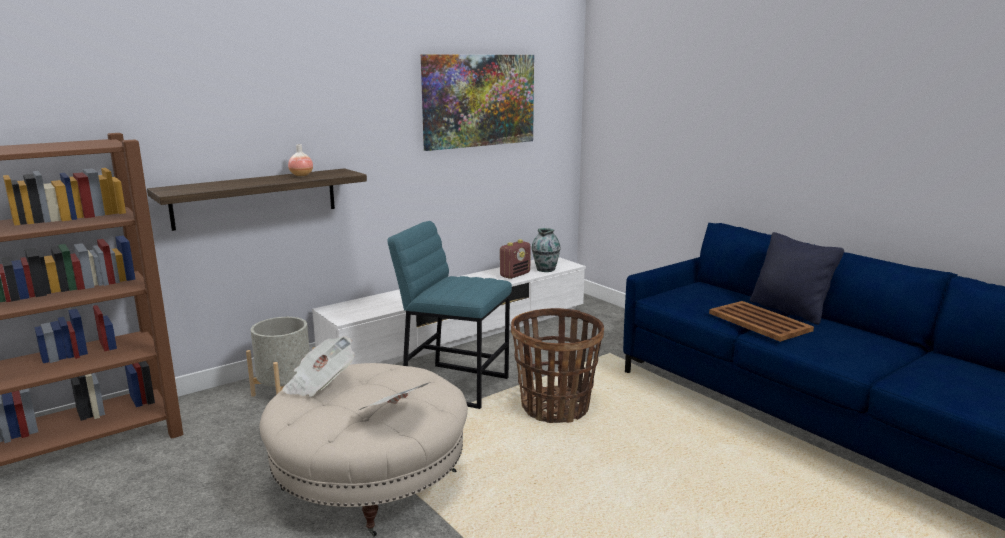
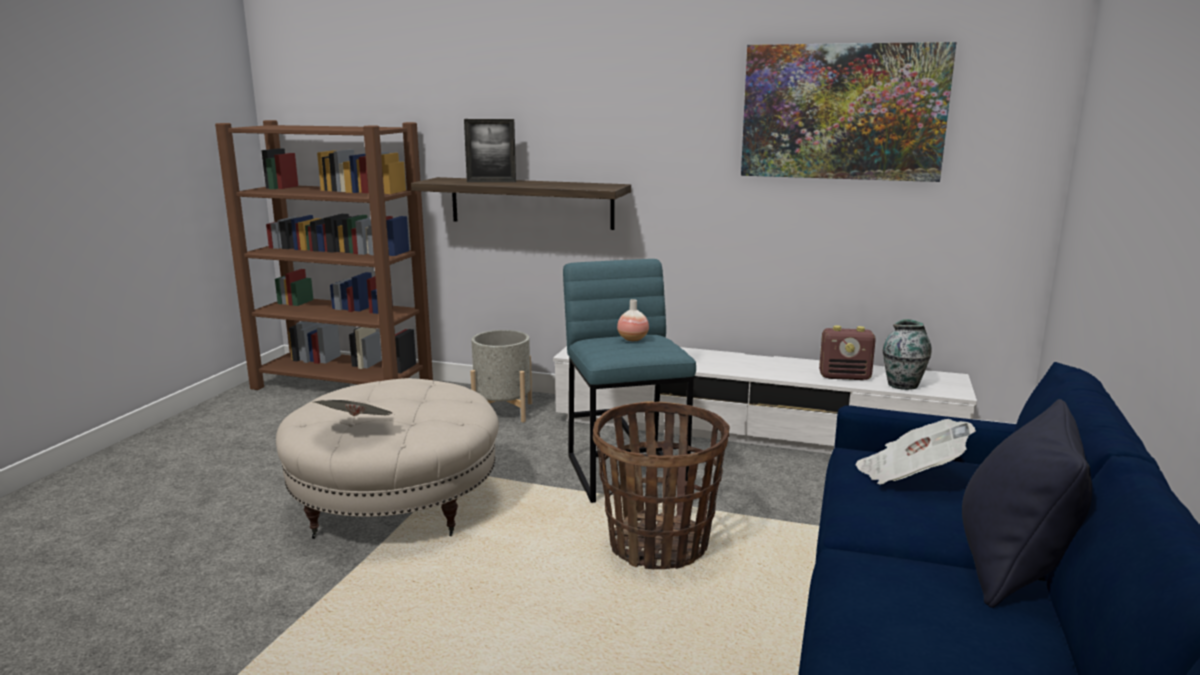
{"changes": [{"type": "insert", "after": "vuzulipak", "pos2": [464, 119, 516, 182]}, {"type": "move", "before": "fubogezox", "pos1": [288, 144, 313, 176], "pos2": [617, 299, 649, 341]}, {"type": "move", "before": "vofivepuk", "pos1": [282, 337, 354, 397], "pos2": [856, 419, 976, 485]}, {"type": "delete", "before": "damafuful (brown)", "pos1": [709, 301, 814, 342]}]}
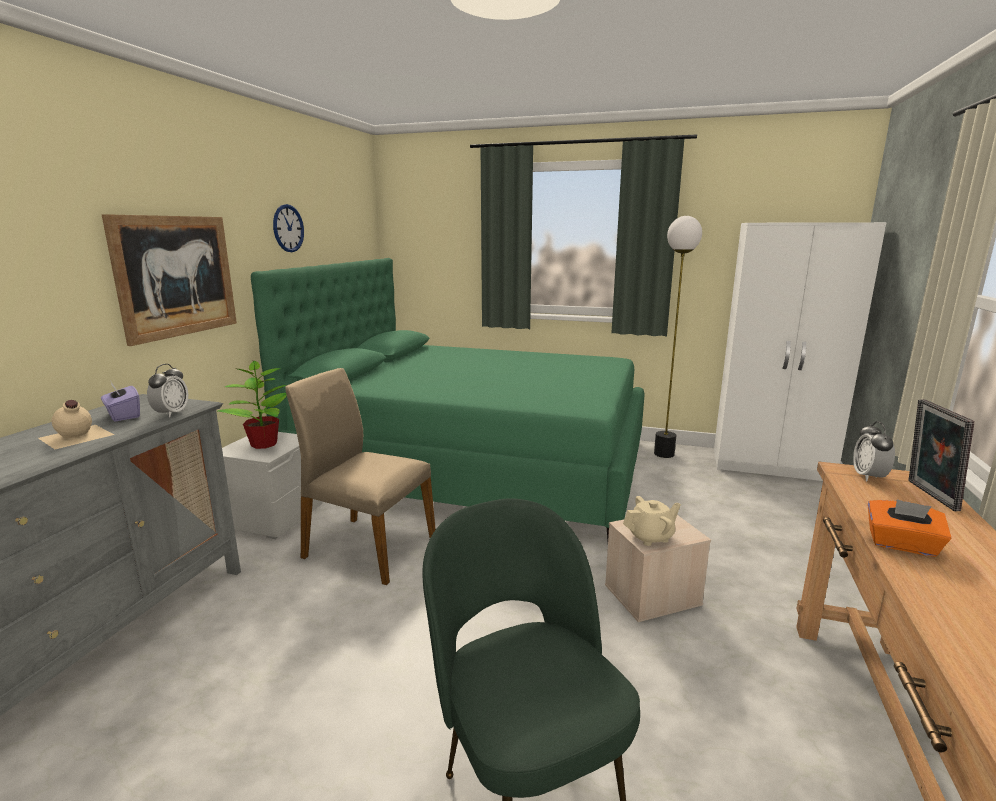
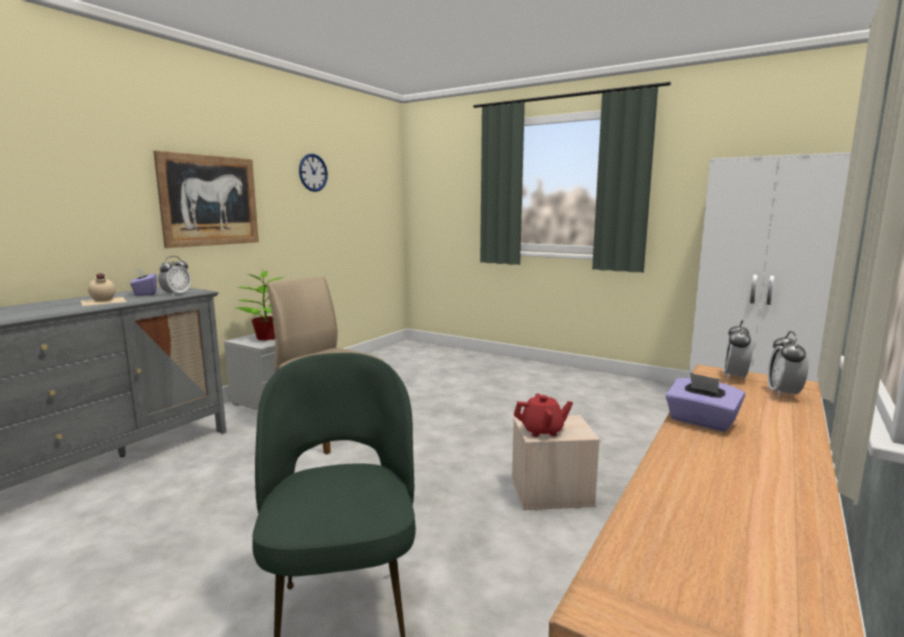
{"changes": [{"type": "recolor", "before": "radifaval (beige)", "after": "radifaval (red)", "pos1": [623, 496, 681, 546], "pos2": [514, 393, 573, 437]}, {"type": "recolor", "before": "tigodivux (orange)", "after": "tigodivux (purple)", "pos1": [868, 500, 951, 557], "pos2": [666, 372, 745, 432]}, {"type": "replace", "before": "vuzulipak", "after": "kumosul", "pos1": [908, 399, 974, 511], "pos2": [768, 331, 808, 398]}, {"type": "delete", "before": "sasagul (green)", "pos1": [251, 258, 645, 541]}, {"type": "delete", "before": "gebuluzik", "pos1": [654, 216, 702, 458]}]}
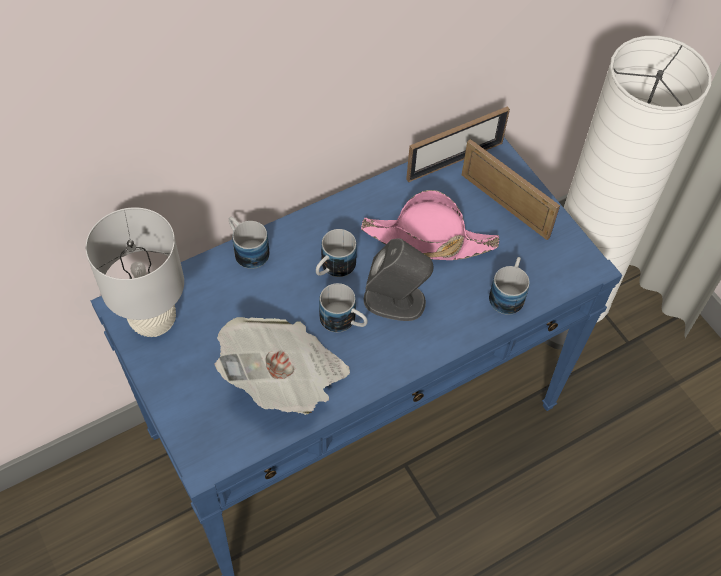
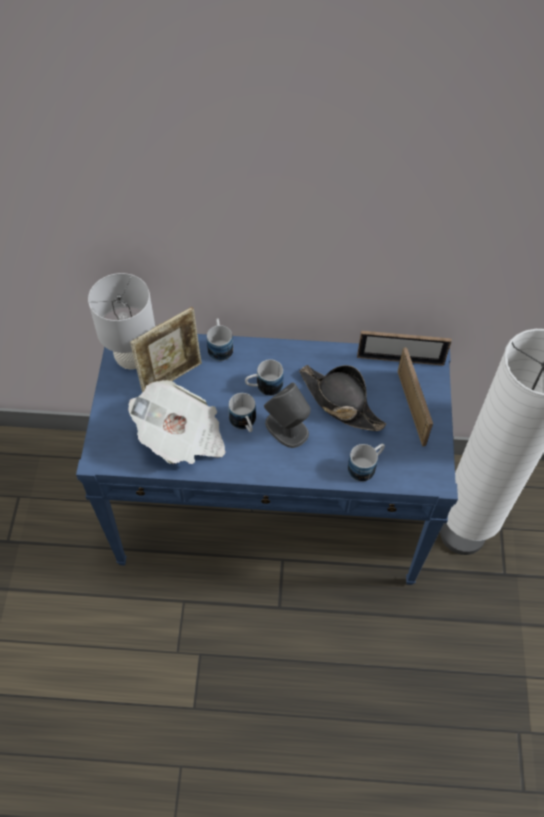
{"changes": [{"type": "insert", "after": "vuzulipak", "pos2": [130, 307, 202, 392]}, {"type": "recolor", "before": "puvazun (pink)", "after": "puvazun (black)", "pos1": [361, 190, 499, 260], "pos2": [299, 365, 386, 431]}]}
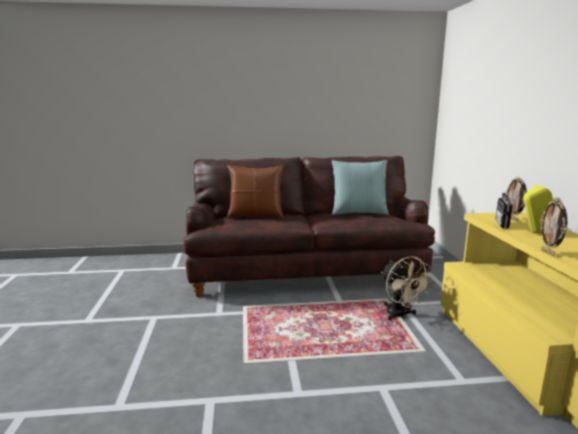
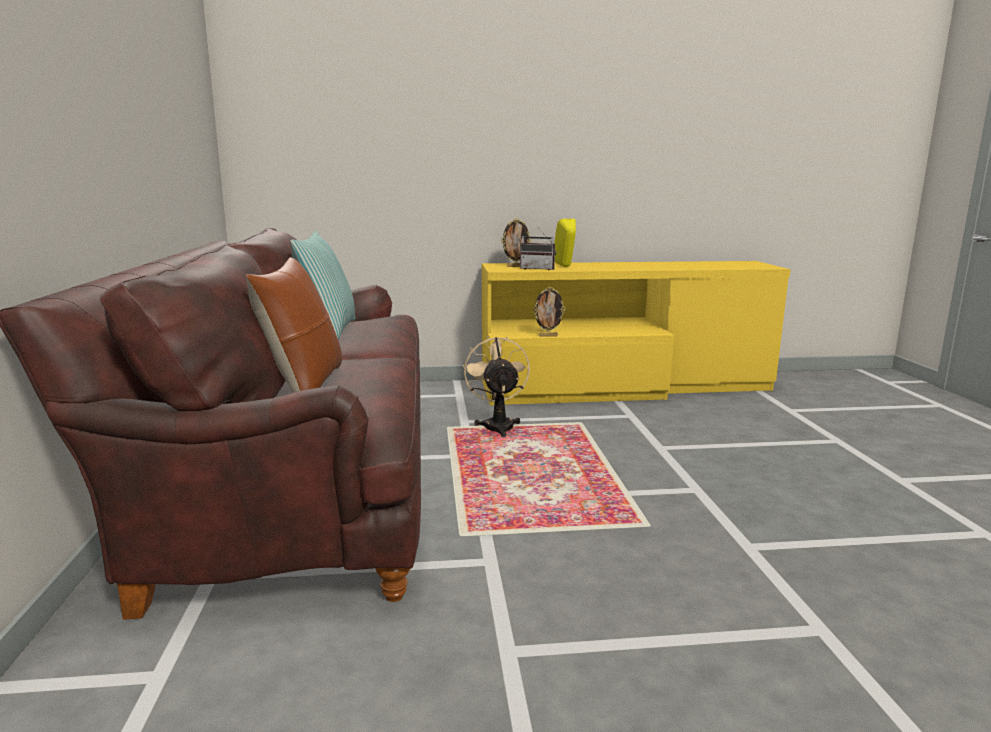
{"changes": [{"type": "rotate", "before": "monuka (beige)", "pos1": [381, 256, 433, 320], "pos2": [463, 336, 530, 437], "turn": -75}, {"type": "move", "before": "vuzulipak", "pos1": [540, 199, 567, 257], "pos2": [533, 287, 566, 337]}]}
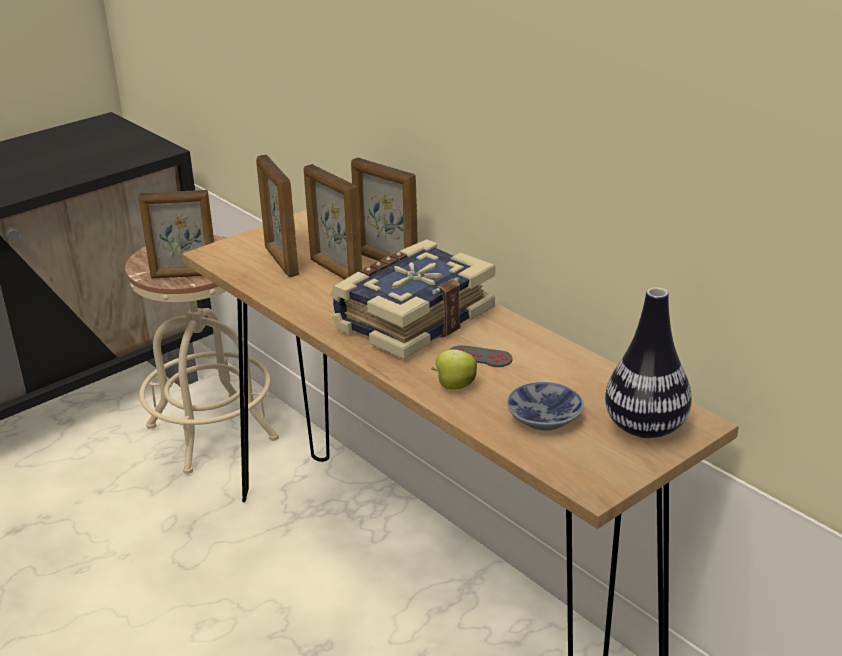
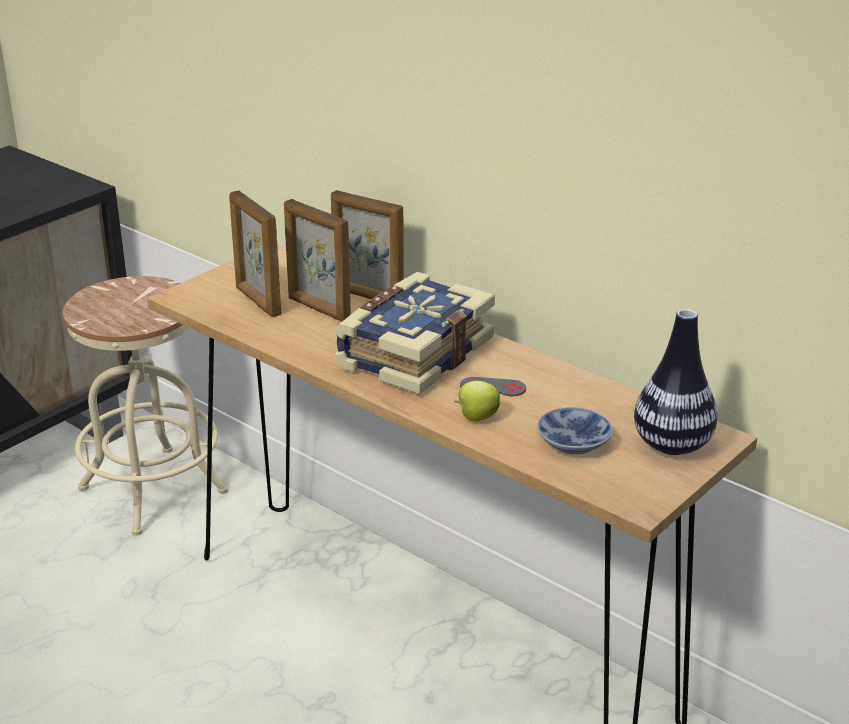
{"changes": [{"type": "delete", "before": "vuzulipak", "pos1": [138, 190, 214, 278]}]}
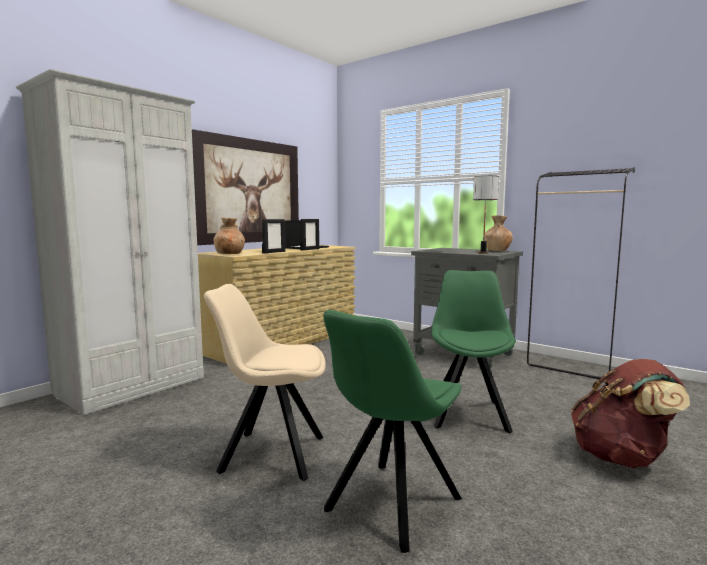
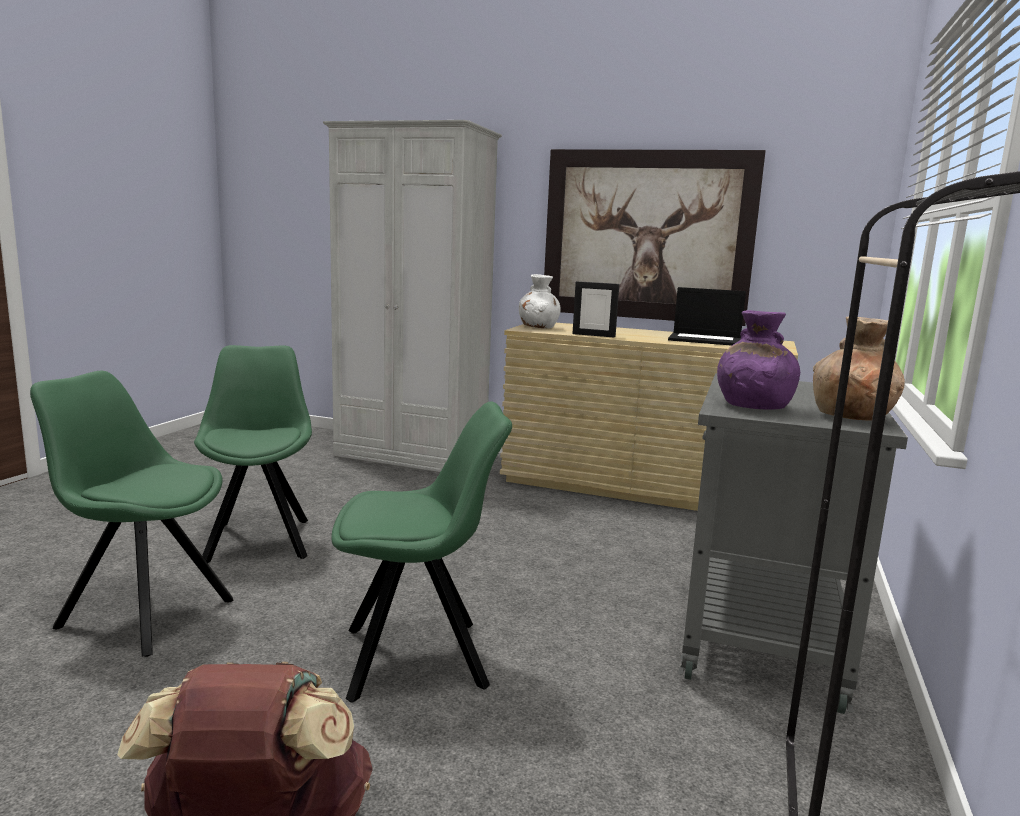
{"changes": [{"type": "recolor", "before": "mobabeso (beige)", "after": "mobabeso (green)", "pos1": [204, 284, 326, 481], "pos2": [194, 345, 312, 563]}, {"type": "recolor", "before": "fubogezox (brown)", "after": "fubogezox (white)", "pos1": [214, 217, 245, 254], "pos2": [519, 274, 561, 329]}, {"type": "replace", "before": "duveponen", "after": "fubogezox (purple)", "pos1": [473, 176, 499, 254], "pos2": [717, 310, 800, 410]}, {"type": "delete", "before": "vuzulipak", "pos1": [300, 219, 319, 251]}]}
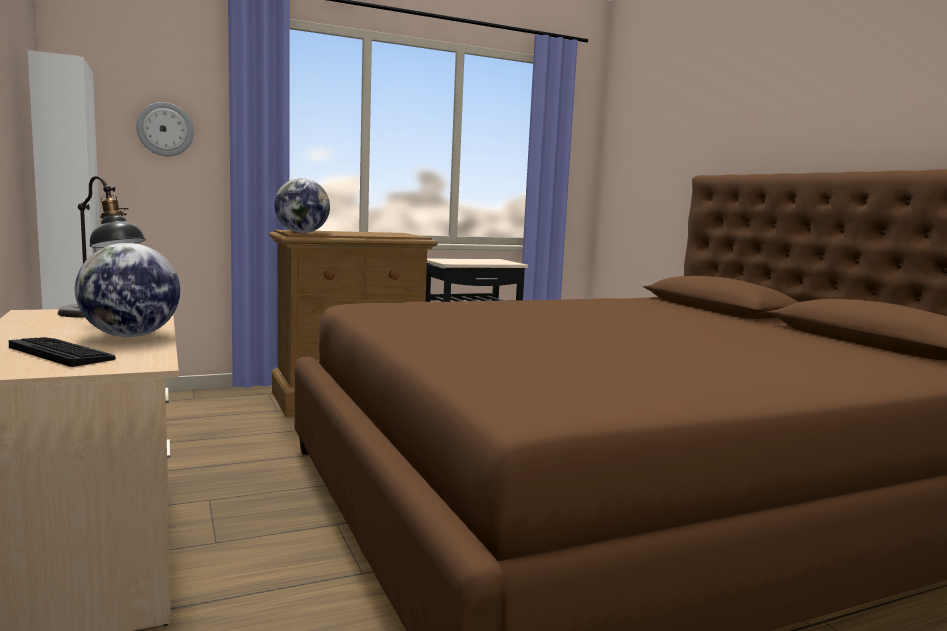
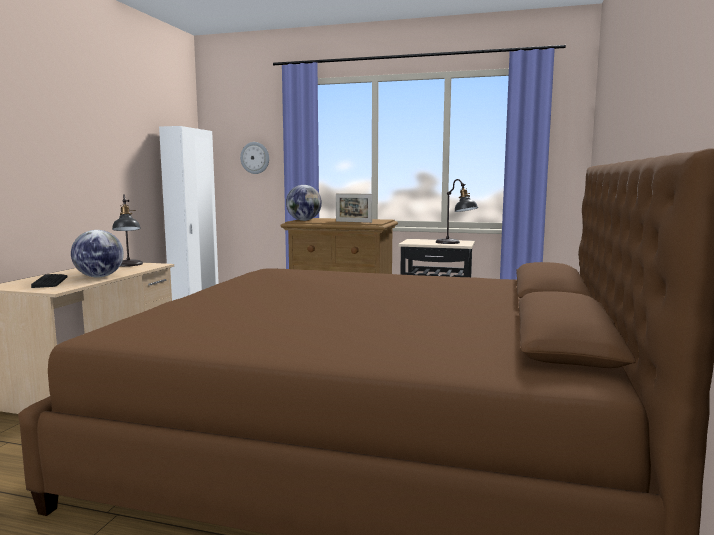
{"changes": [{"type": "insert", "after": "vuzulipak", "pos2": [336, 193, 372, 223]}, {"type": "insert", "after": "duveponen (grey)", "pos2": [436, 179, 478, 244]}]}
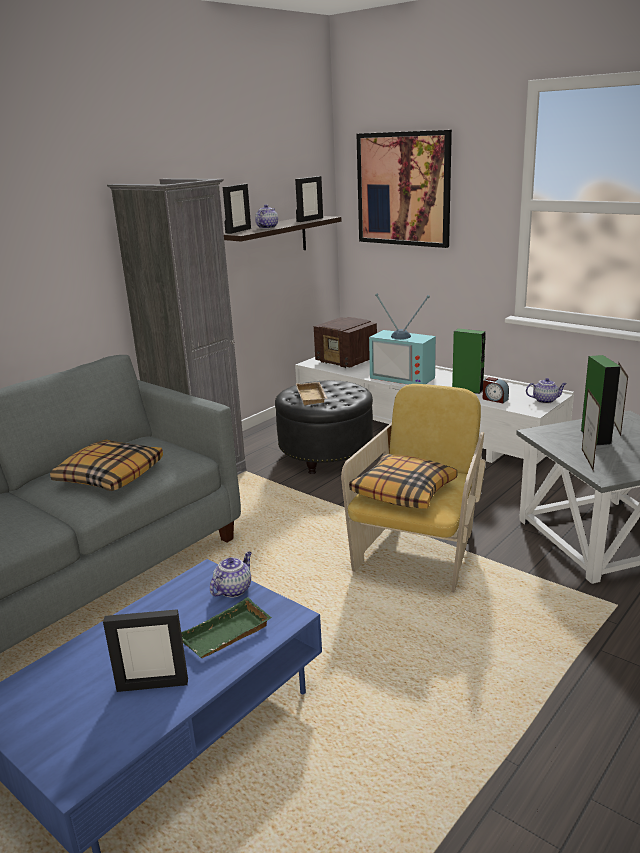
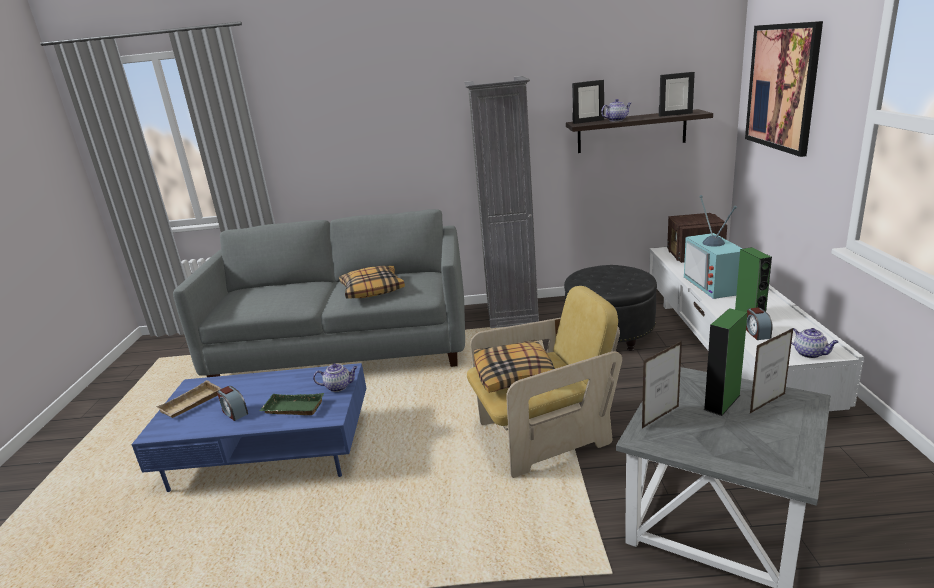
{"changes": [{"type": "move", "before": "damafuful (beige)", "pos1": [296, 382, 328, 405], "pos2": [156, 380, 221, 418]}, {"type": "replace", "before": "vuzulipak", "after": "kumosul", "pos1": [103, 609, 188, 692], "pos2": [217, 386, 248, 421]}]}
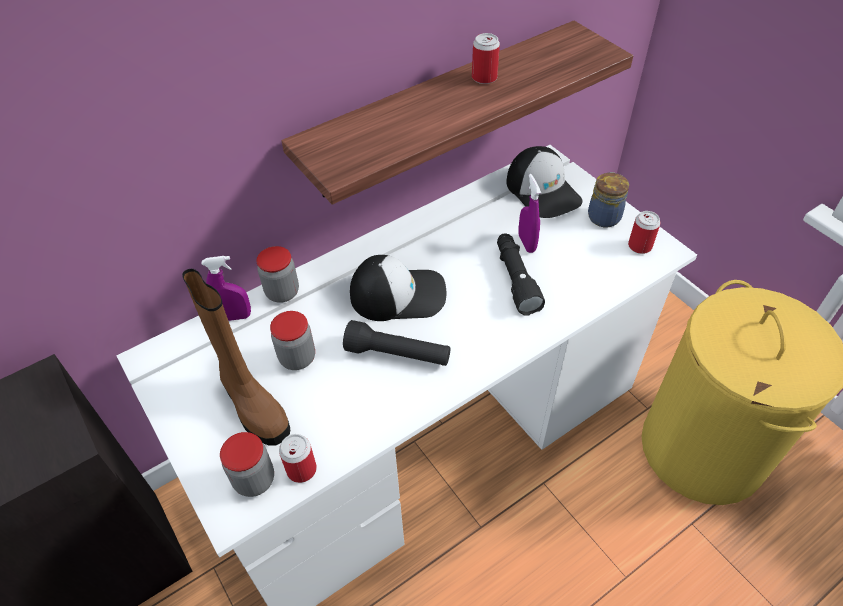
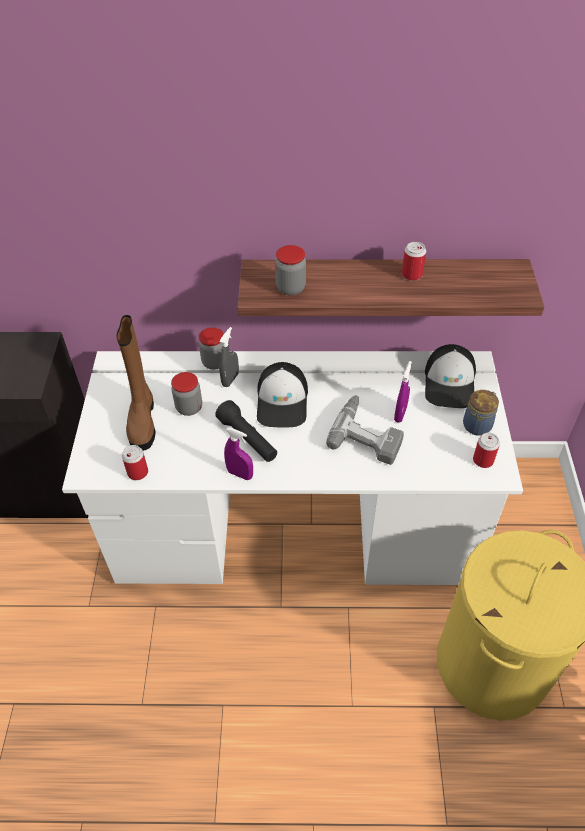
{"changes": [{"type": "insert", "after": "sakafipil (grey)", "pos2": [219, 327, 239, 387]}, {"type": "move", "before": "sakafipil (purple)", "pos1": [202, 256, 251, 321], "pos2": [224, 428, 253, 480]}, {"type": "rotate", "before": "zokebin", "pos1": [350, 255, 446, 321], "pos2": [257, 362, 308, 427], "turn": 60}, {"type": "move", "before": "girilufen", "pos1": [220, 432, 274, 497], "pos2": [275, 245, 306, 295]}, {"type": "replace", "before": "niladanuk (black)", "after": "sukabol", "pos1": [497, 233, 545, 316], "pos2": [326, 395, 404, 465]}]}
